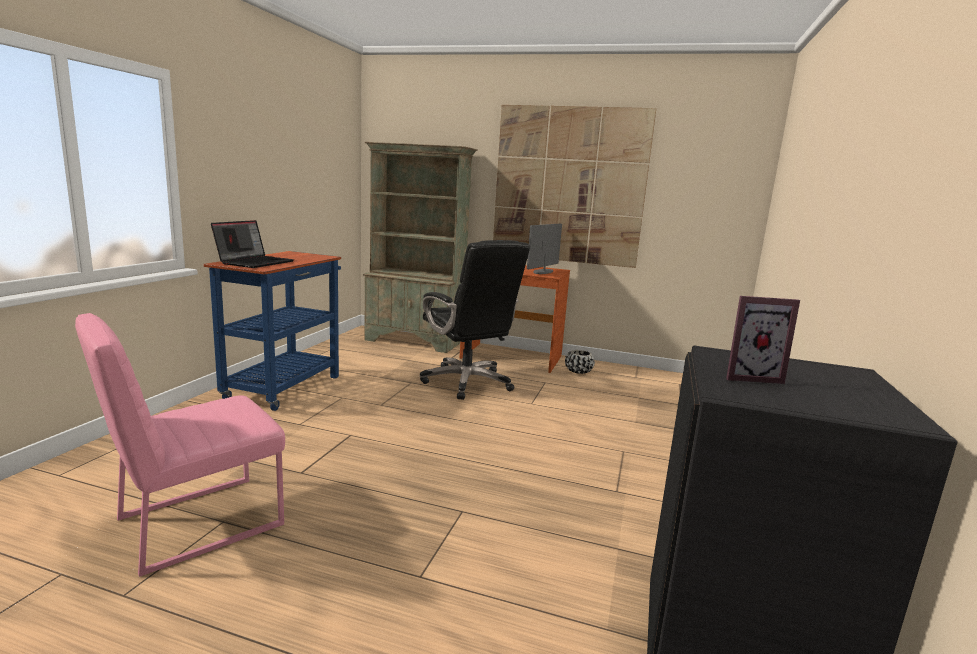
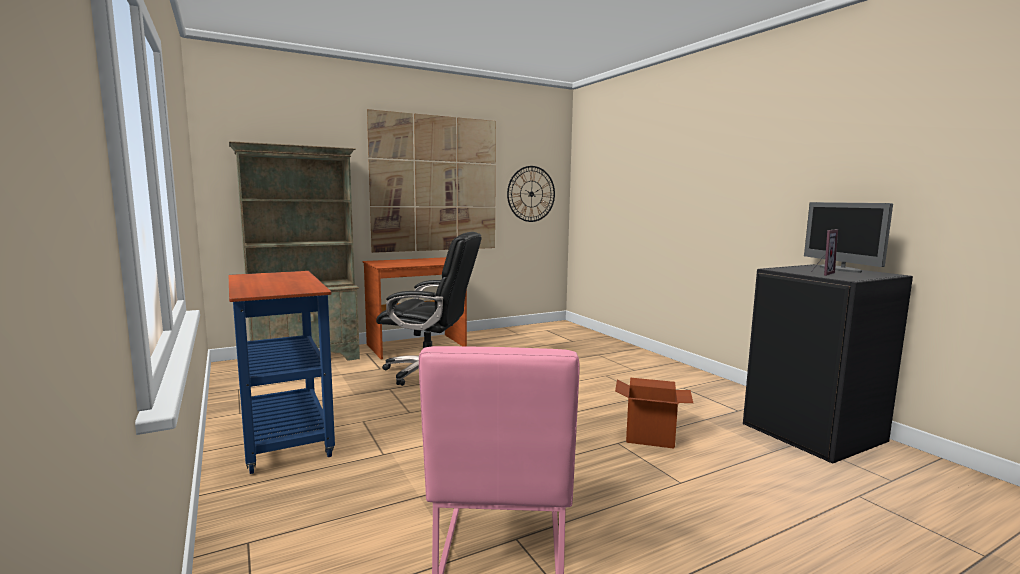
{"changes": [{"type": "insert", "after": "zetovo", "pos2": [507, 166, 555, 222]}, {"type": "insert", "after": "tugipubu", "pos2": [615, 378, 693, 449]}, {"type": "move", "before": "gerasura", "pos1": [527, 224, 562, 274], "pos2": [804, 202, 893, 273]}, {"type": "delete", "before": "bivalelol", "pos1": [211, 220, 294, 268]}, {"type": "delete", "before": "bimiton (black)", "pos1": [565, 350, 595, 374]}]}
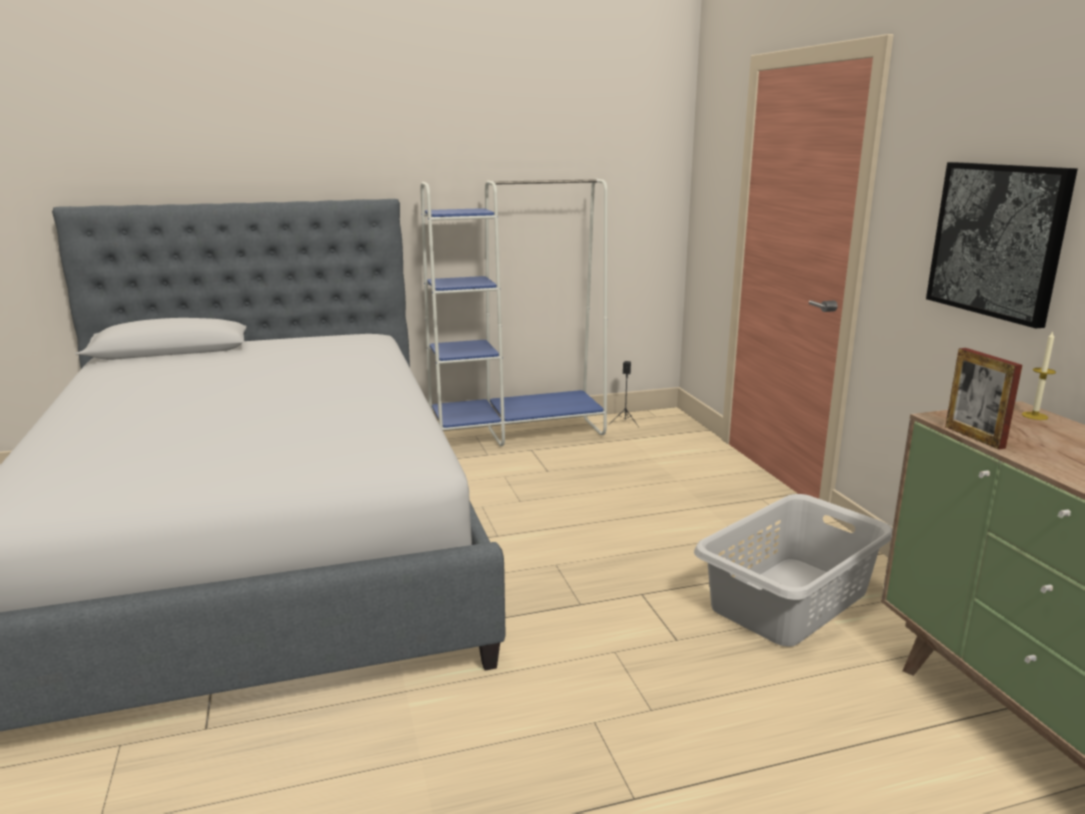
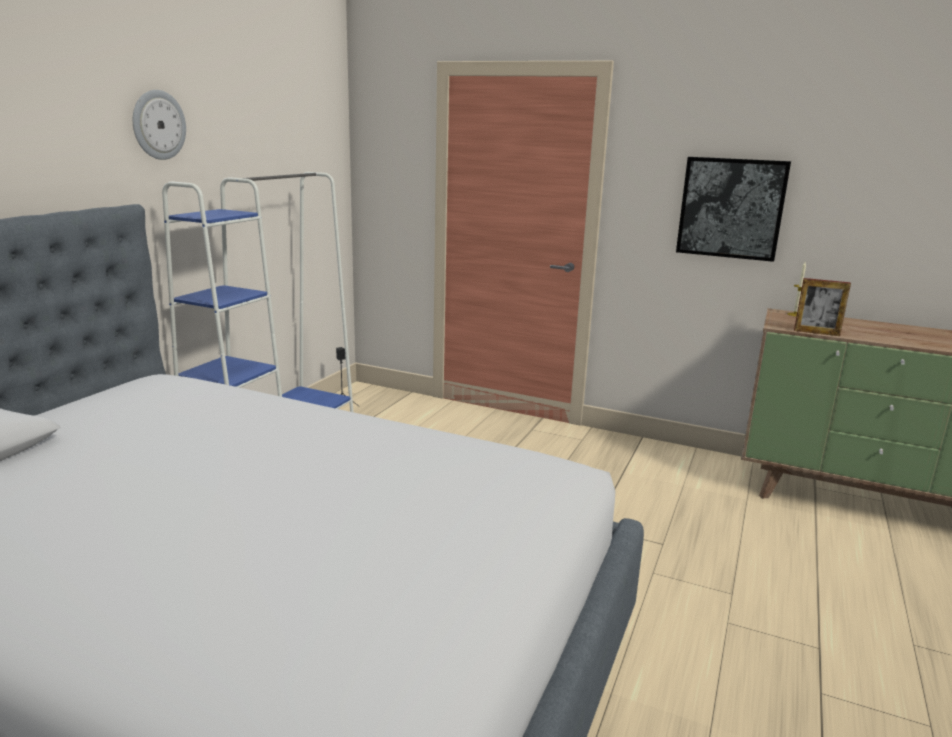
{"changes": [{"type": "insert", "after": "zetovo", "pos2": [133, 90, 186, 160]}, {"type": "delete", "before": "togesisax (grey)", "pos1": [694, 494, 893, 647]}]}
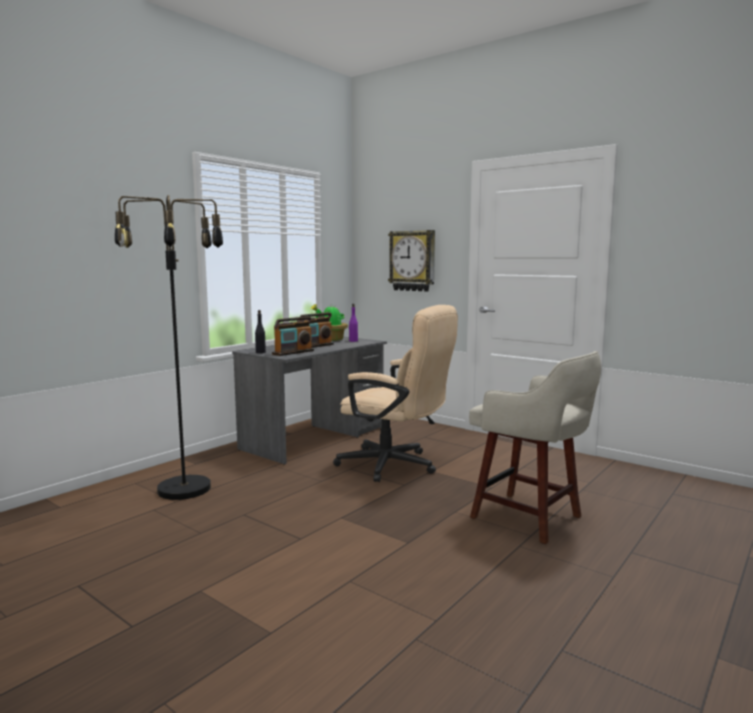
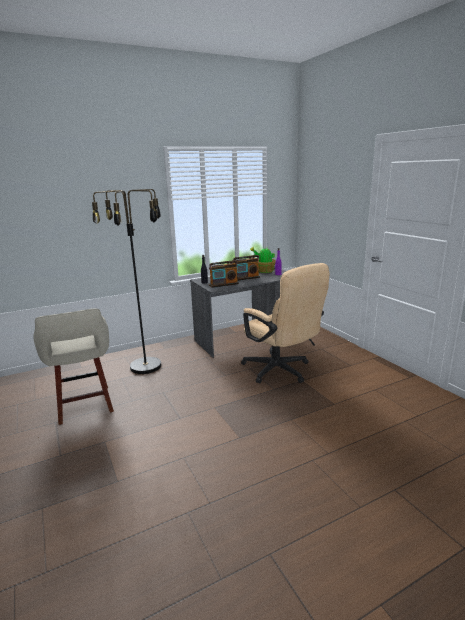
{"changes": [{"type": "move", "before": "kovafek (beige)", "pos1": [469, 351, 601, 544], "pos2": [33, 309, 114, 425]}, {"type": "delete", "before": "zetovo", "pos1": [388, 230, 435, 292]}]}
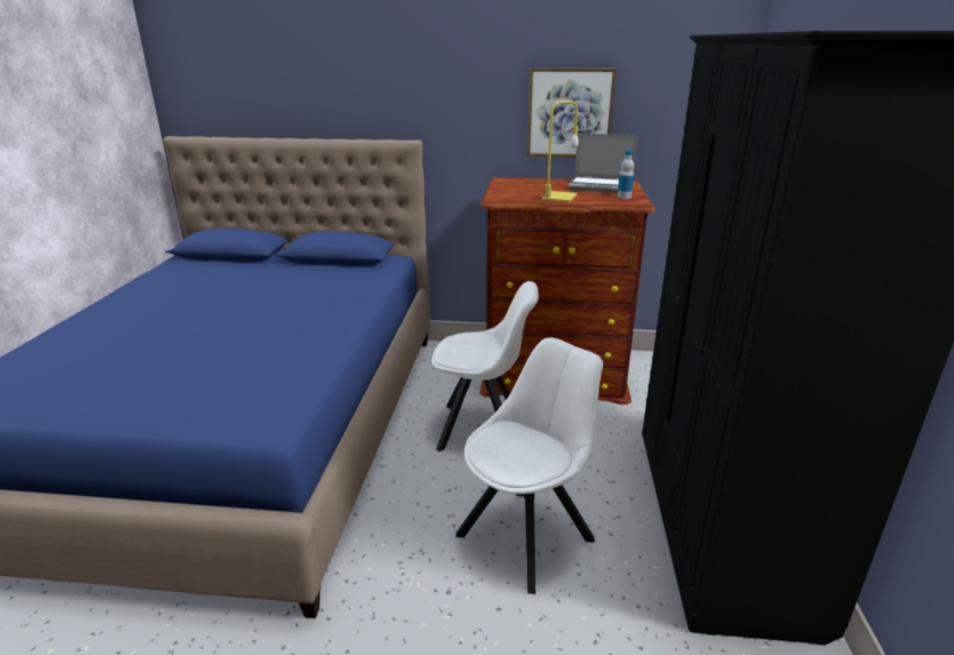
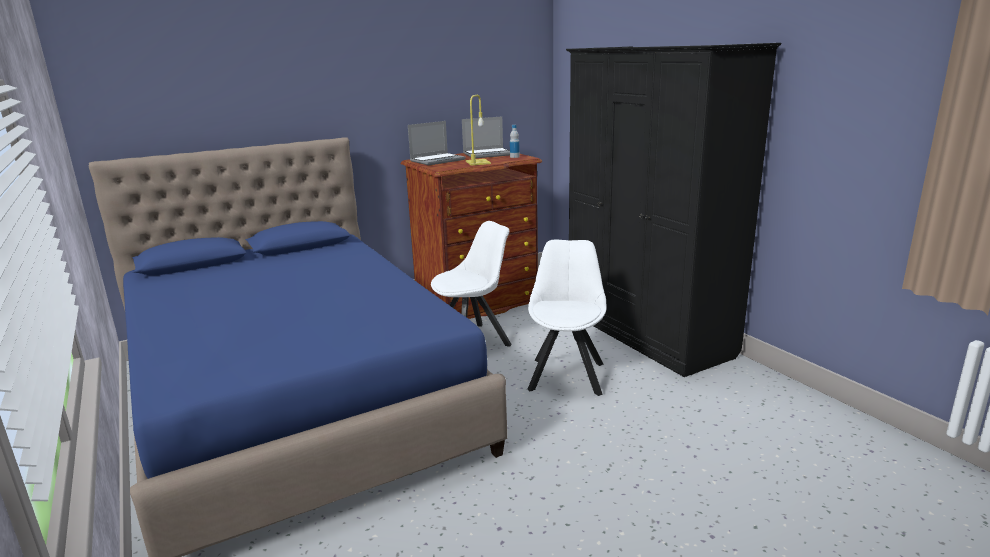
{"changes": [{"type": "insert", "after": "bivalelol", "pos2": [408, 121, 466, 165]}, {"type": "delete", "before": "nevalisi", "pos1": [527, 68, 617, 157]}]}
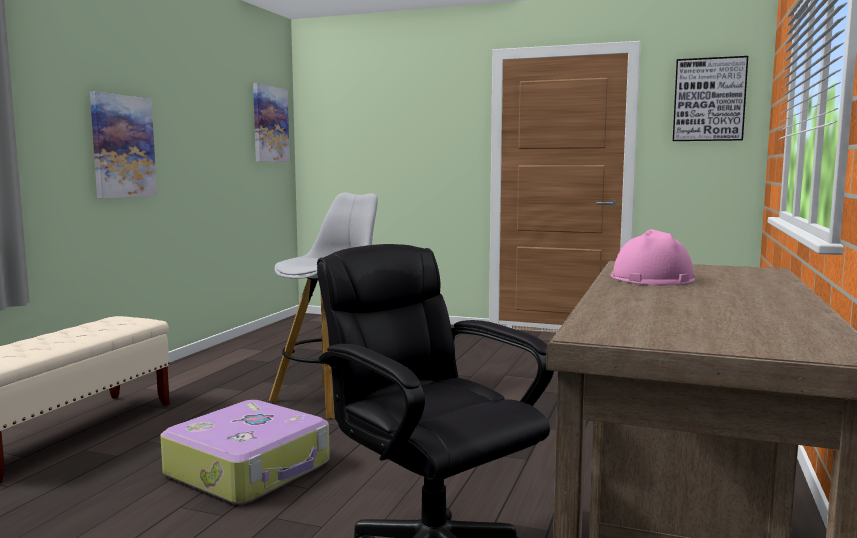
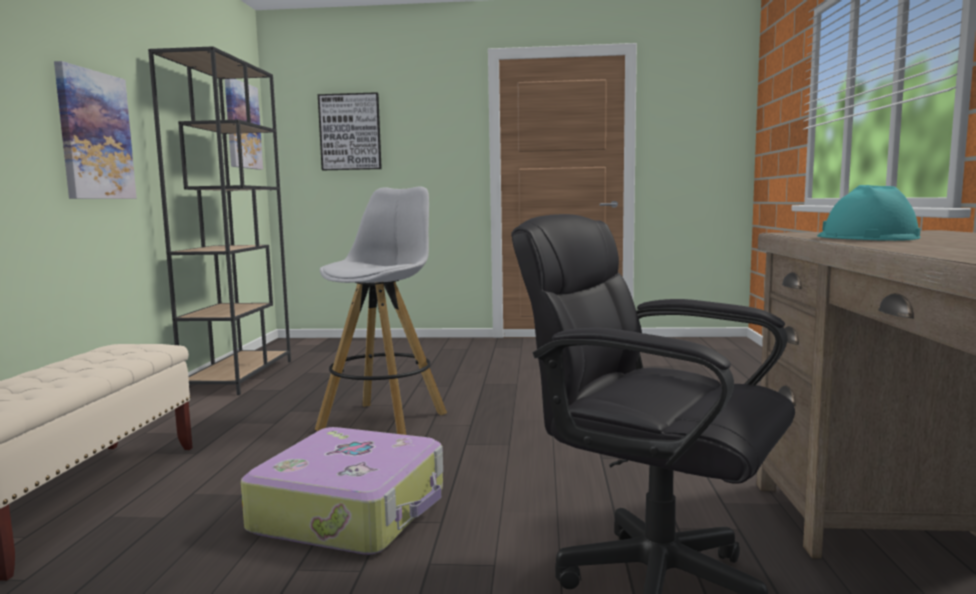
{"changes": [{"type": "insert", "after": "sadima", "pos2": [148, 46, 291, 395]}, {"type": "move", "before": "nevalisi", "pos1": [673, 56, 748, 141], "pos2": [318, 92, 382, 170]}, {"type": "recolor", "before": "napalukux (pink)", "after": "napalukux (turquoise)", "pos1": [610, 229, 695, 286], "pos2": [817, 185, 921, 241]}]}
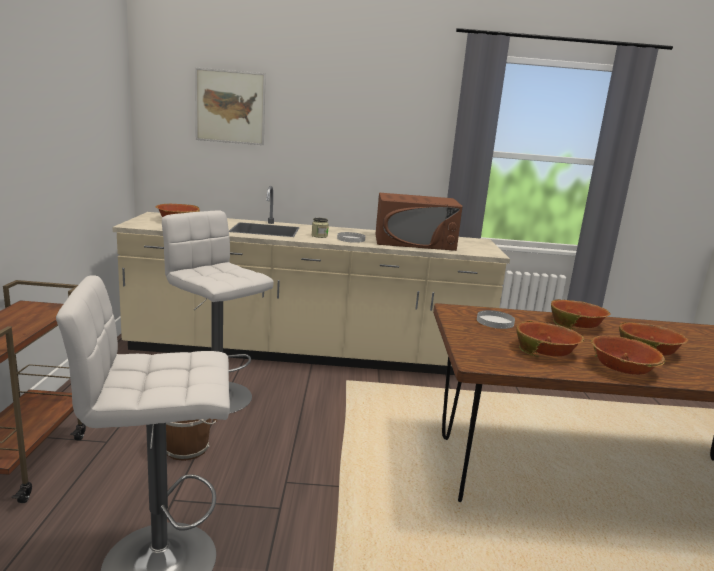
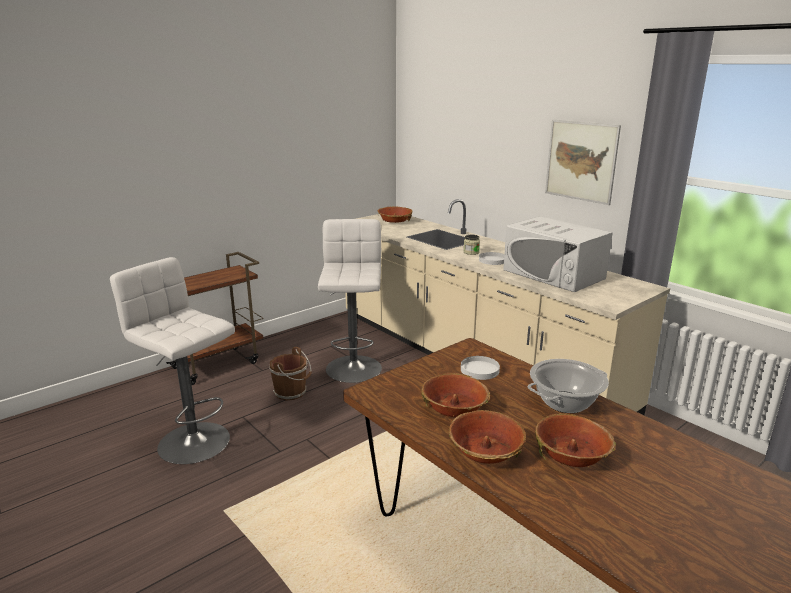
{"changes": [{"type": "recolor", "before": "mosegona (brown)", "after": "mosegona (white)", "pos1": [376, 193, 463, 251], "pos2": [503, 216, 613, 292]}, {"type": "replace", "before": "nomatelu", "after": "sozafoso", "pos1": [551, 299, 611, 329], "pos2": [528, 359, 609, 413]}, {"type": "move", "before": "nevalisi", "pos1": [195, 67, 266, 145], "pos2": [545, 120, 621, 205]}]}
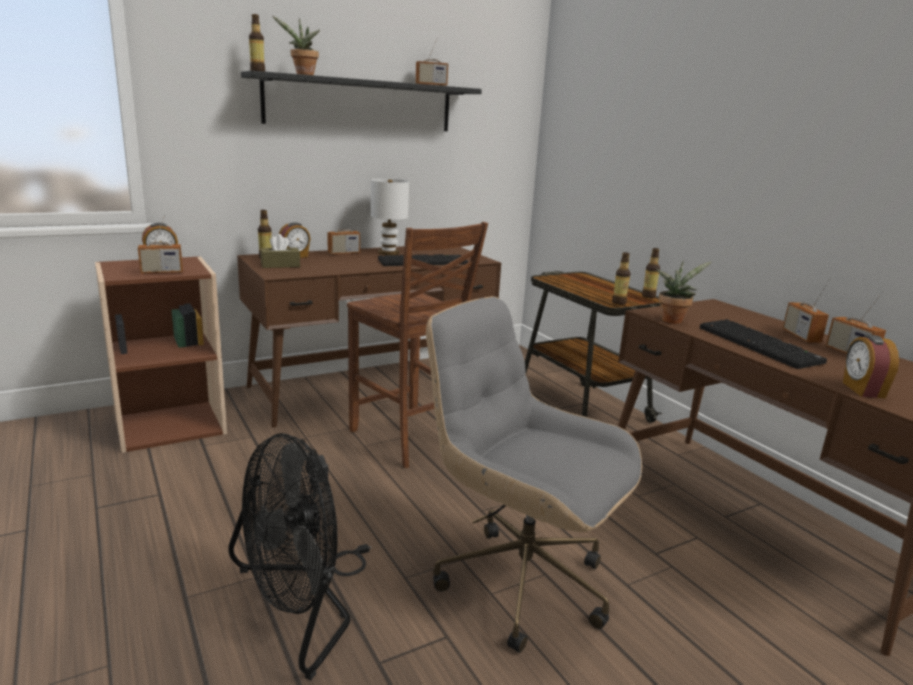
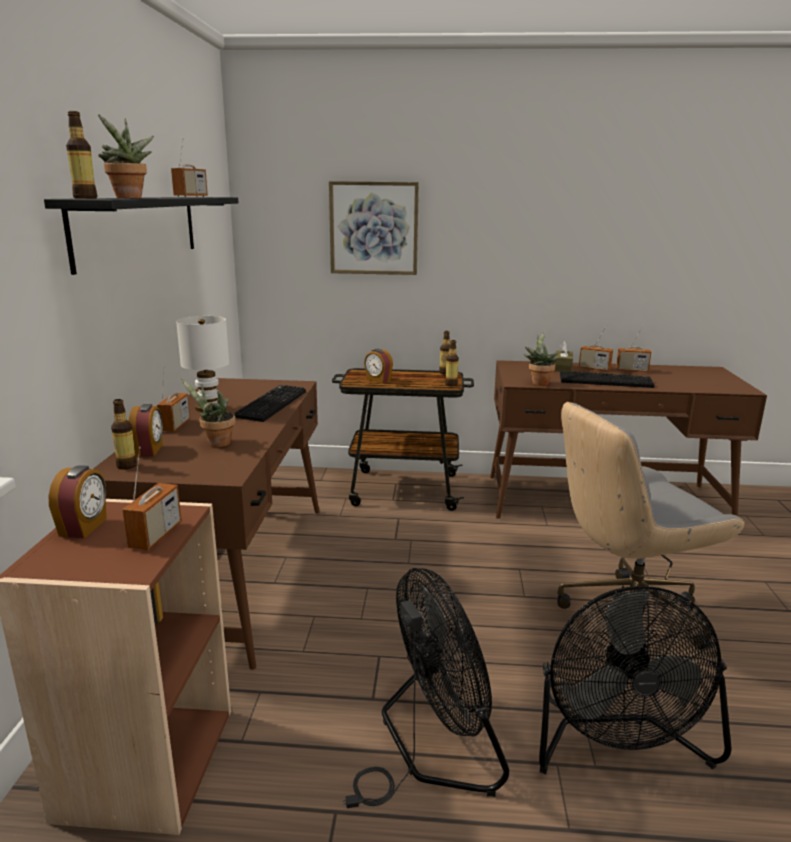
{"changes": [{"type": "insert", "after": "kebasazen", "pos2": [181, 379, 236, 447]}, {"type": "insert", "after": "nevalisi", "pos2": [329, 181, 419, 275]}, {"type": "insert", "after": "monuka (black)", "pos2": [342, 568, 509, 808]}, {"type": "move", "before": "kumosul", "pos1": [843, 335, 899, 398], "pos2": [364, 349, 393, 383]}, {"type": "move", "before": "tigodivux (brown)", "pos1": [260, 234, 300, 268], "pos2": [554, 341, 573, 372]}, {"type": "delete", "before": "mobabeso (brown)", "pos1": [347, 222, 488, 468]}]}
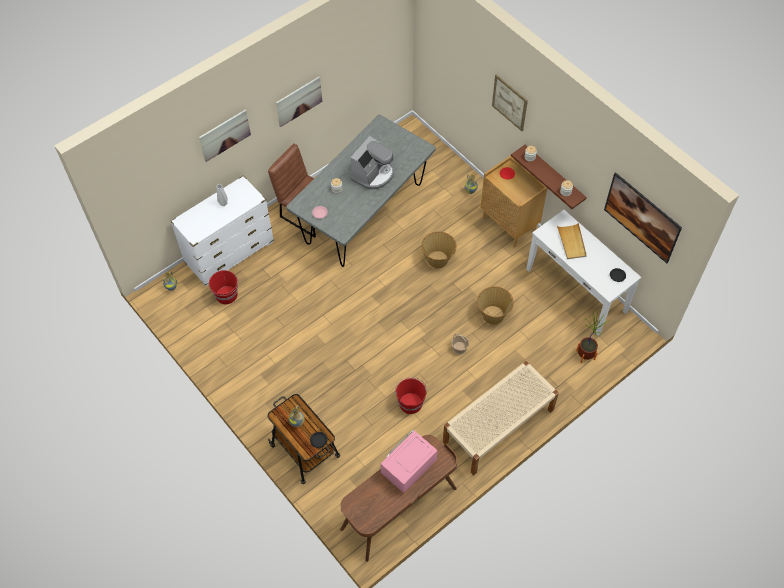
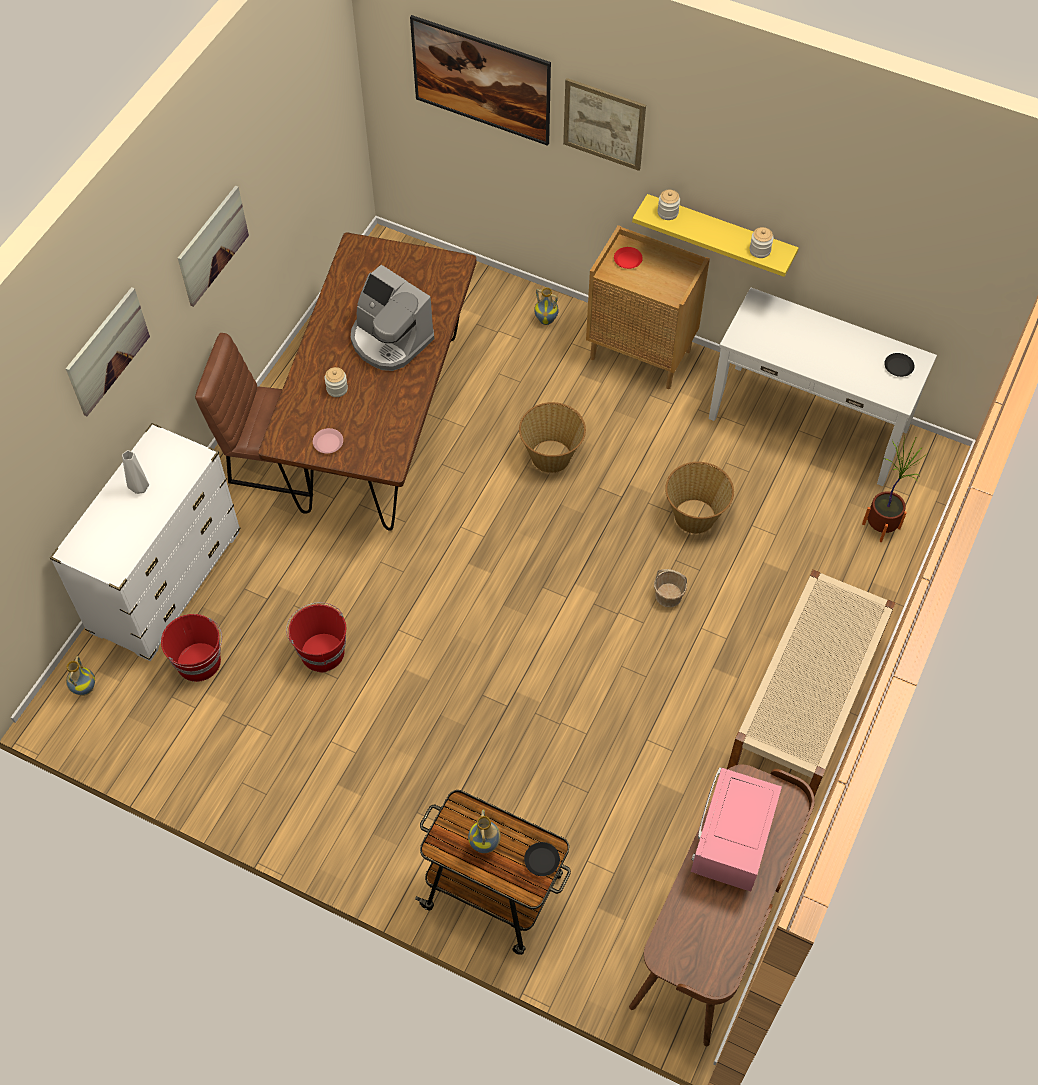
{"changes": [{"type": "recolor", "before": "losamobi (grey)", "after": "losamobi (brown)", "pos1": [286, 115, 436, 267], "pos2": [258, 233, 476, 531]}, {"type": "move", "before": "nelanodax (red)", "pos1": [395, 377, 426, 414], "pos2": [286, 602, 346, 673]}, {"type": "rotate", "before": "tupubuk", "pos1": [350, 136, 394, 190], "pos2": [350, 265, 434, 371], "turn": 120}, {"type": "move", "before": "nevalisi", "pos1": [604, 172, 682, 263], "pos2": [410, 15, 551, 146]}, {"type": "recolor", "before": "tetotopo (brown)", "after": "tetotopo (yellow)", "pos1": [511, 145, 587, 209], "pos2": [632, 194, 799, 277]}, {"type": "delete", "before": "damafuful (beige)", "pos1": [557, 223, 587, 259]}]}
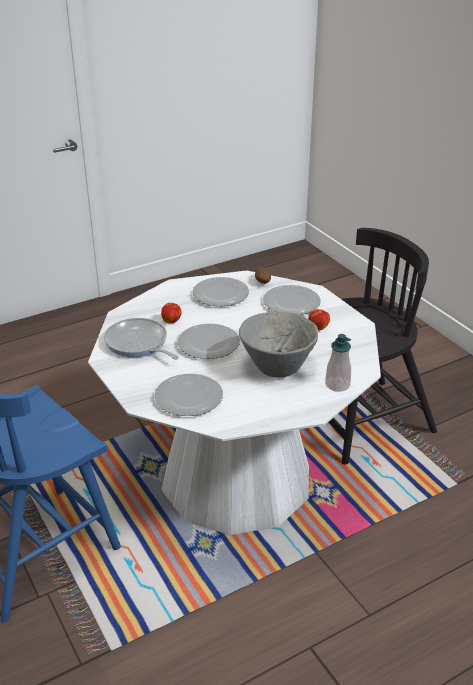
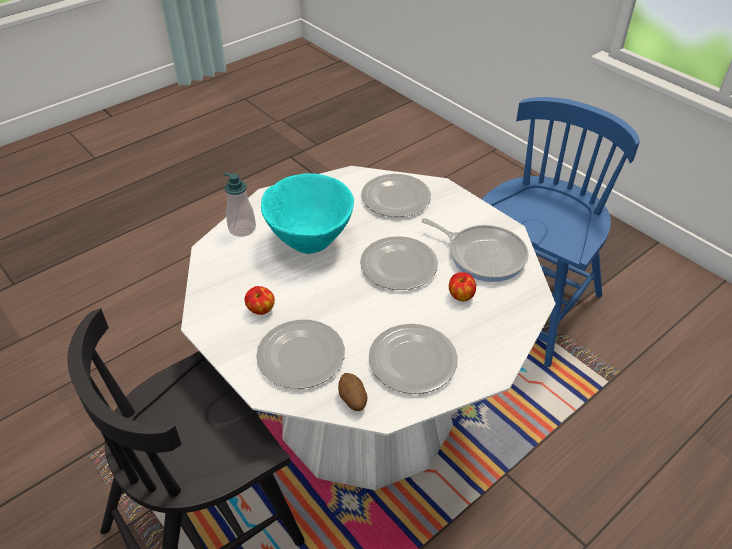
{"changes": [{"type": "recolor", "before": "nomatelu (grey)", "after": "nomatelu (turquoise)", "pos1": [239, 312, 318, 378], "pos2": [261, 174, 354, 254]}]}
